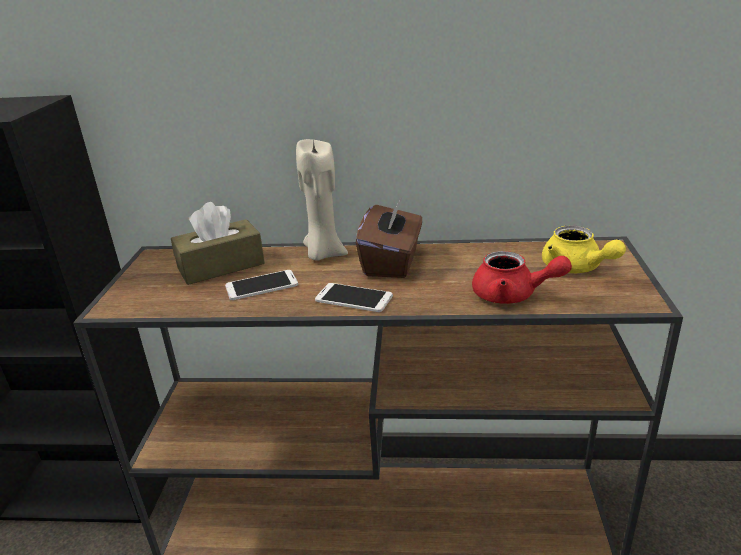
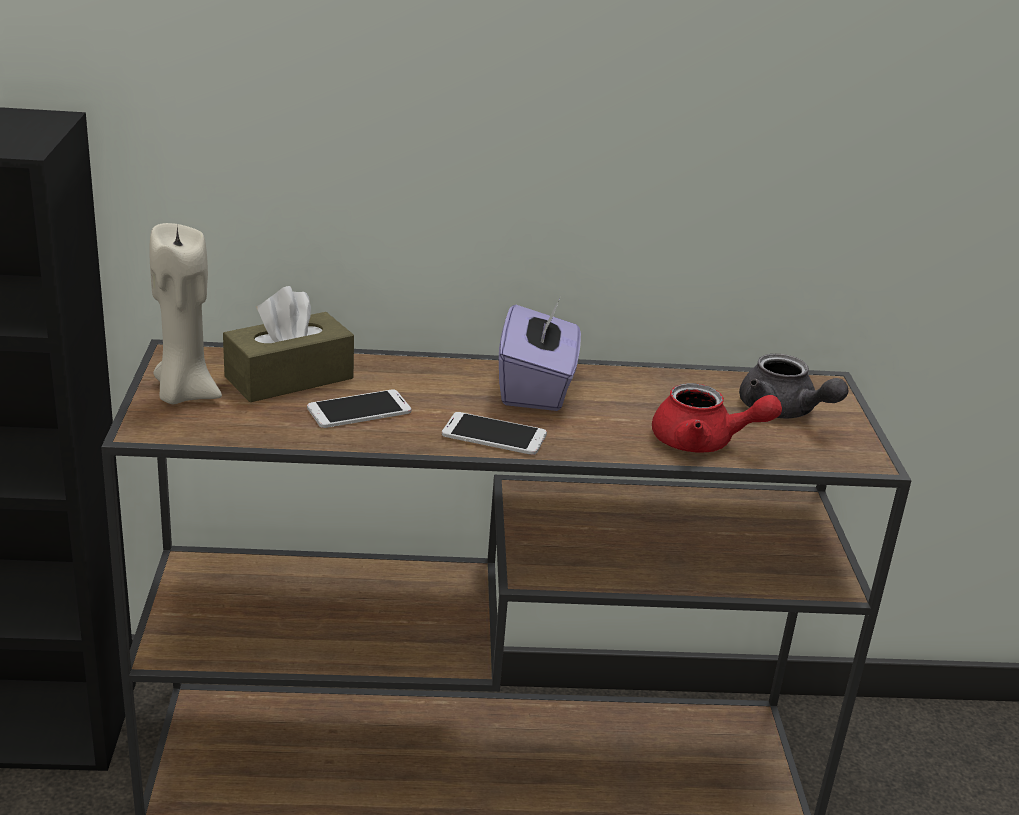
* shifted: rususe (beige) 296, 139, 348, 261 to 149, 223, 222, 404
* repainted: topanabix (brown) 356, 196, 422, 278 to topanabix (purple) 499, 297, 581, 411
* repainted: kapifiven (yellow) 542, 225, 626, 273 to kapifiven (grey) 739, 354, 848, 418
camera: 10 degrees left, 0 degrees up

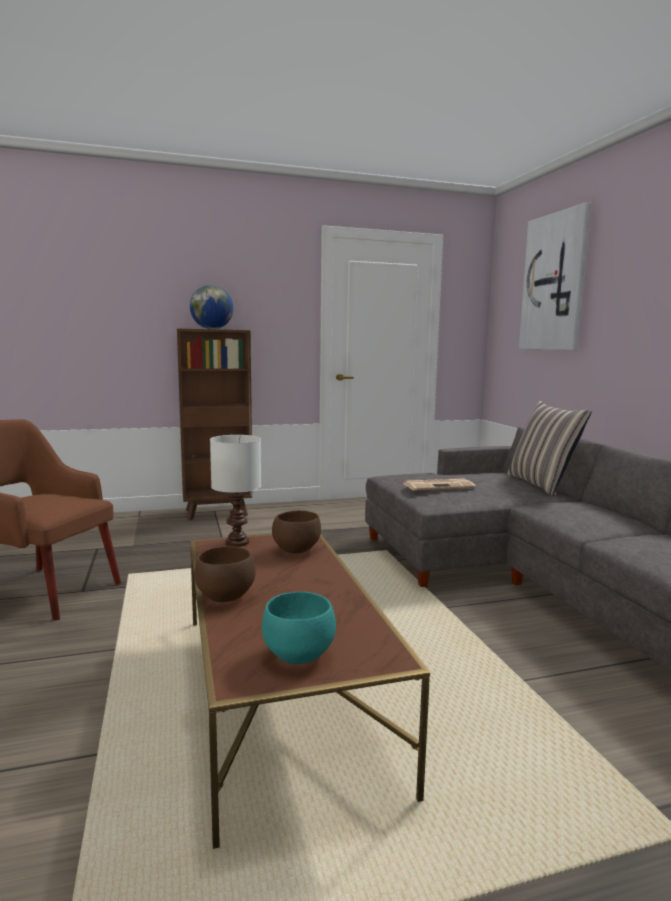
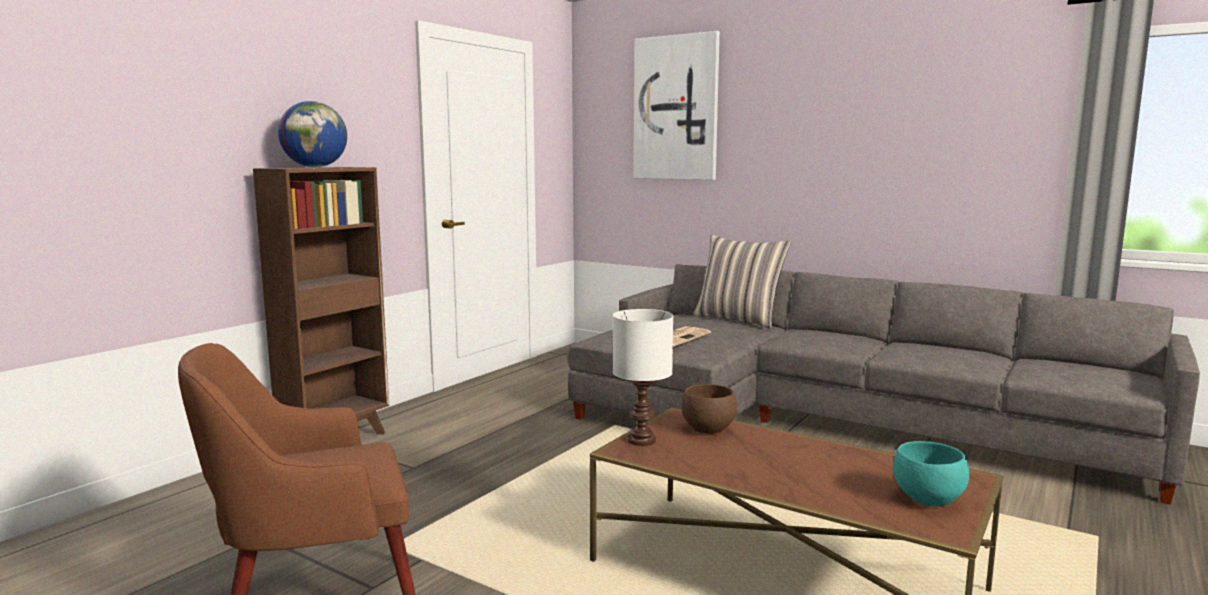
* gone: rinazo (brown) 194, 546, 256, 602
camera: 40 degrees left, 0 degrees up

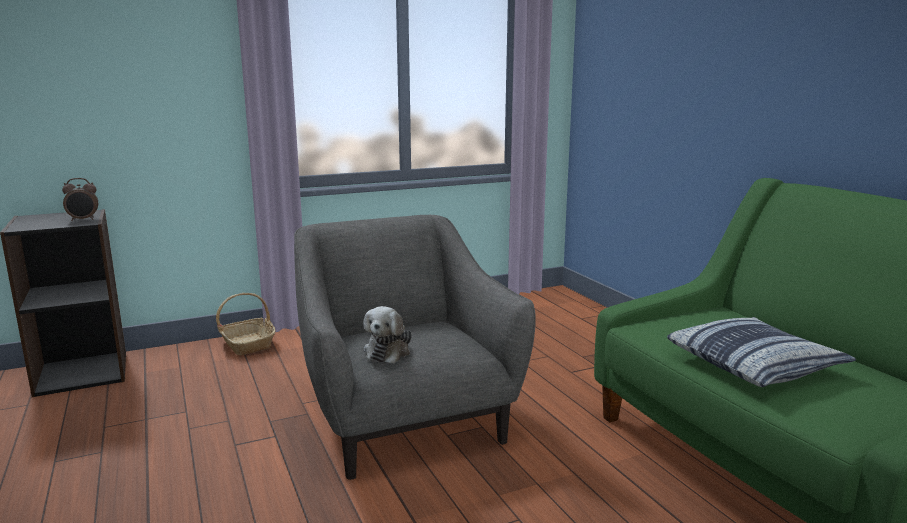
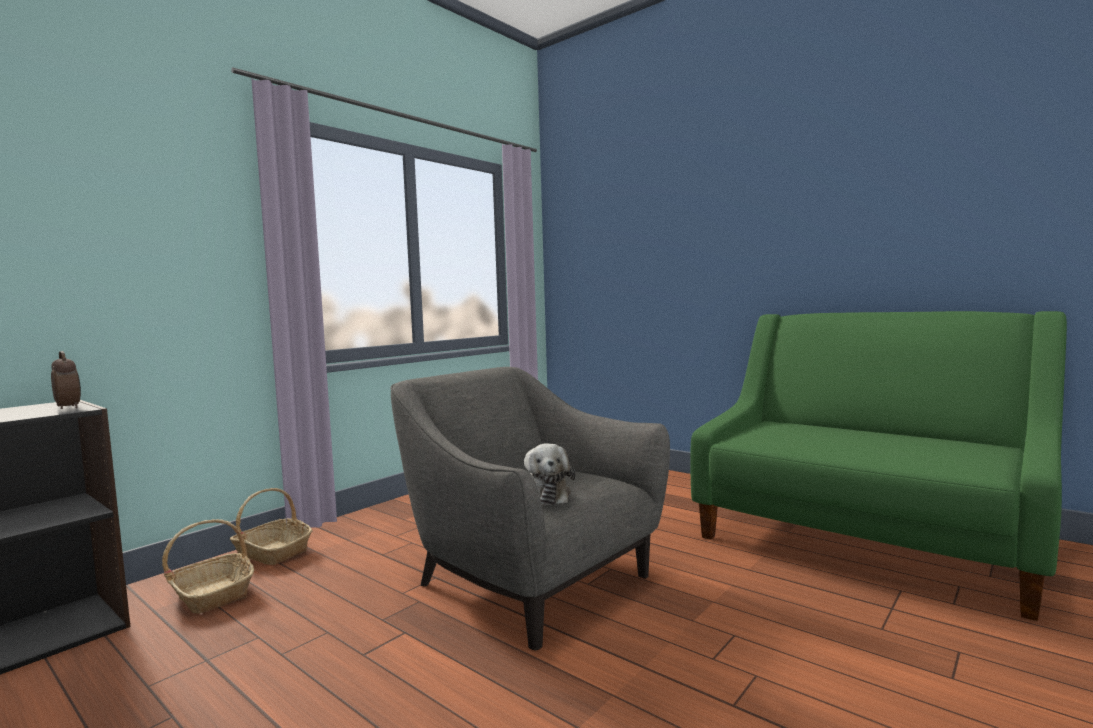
* rotated: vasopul 62, 178, 98, 221 = 51, 351, 81, 409 90 degrees counterclockwise
* new: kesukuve 162, 519, 254, 614
* gone: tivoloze 667, 317, 856, 387
camera: 25 degrees left, 10 degrees down

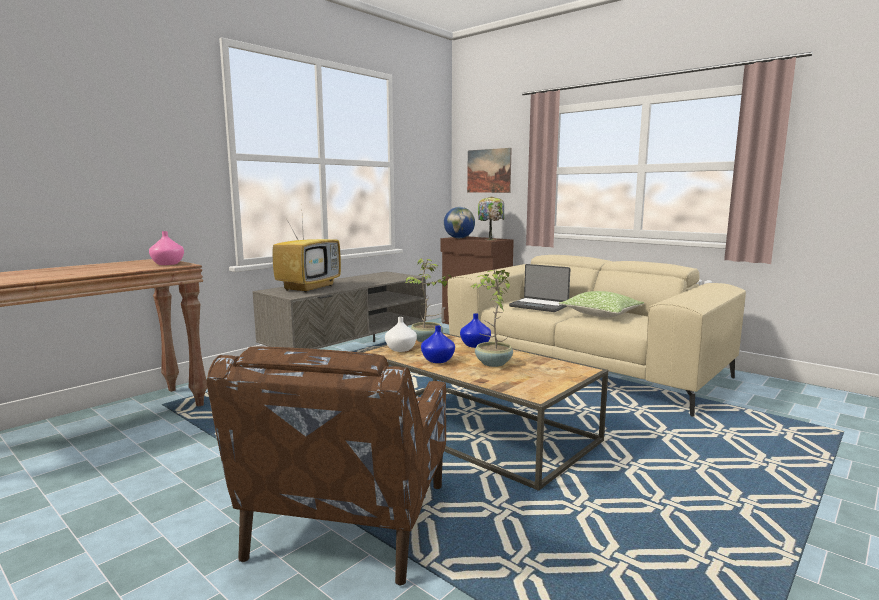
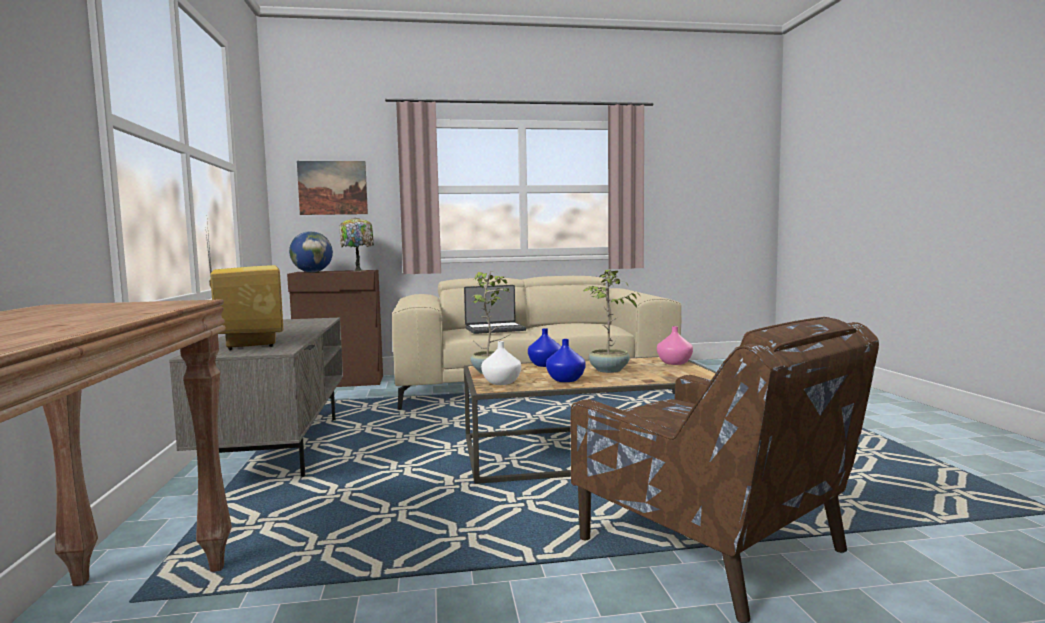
* shifted: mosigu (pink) 149, 231, 184, 265 to 657, 326, 693, 365
* gone: tivoloze 559, 291, 644, 317
camera: 50 degrees left, 5 degrees down

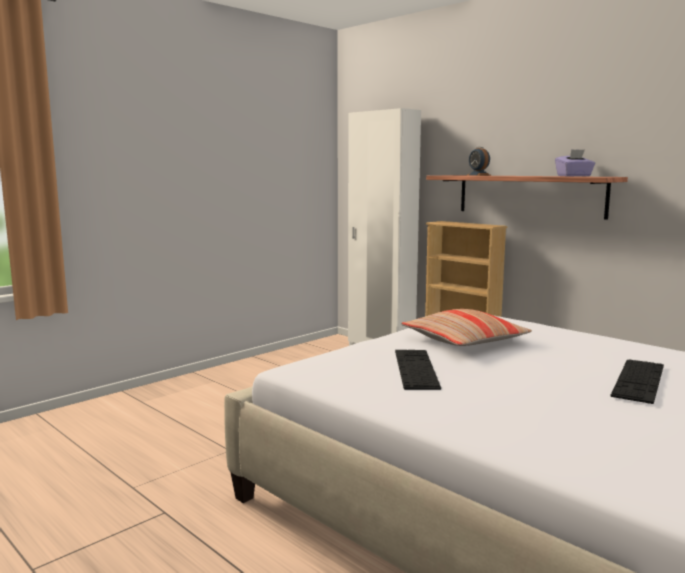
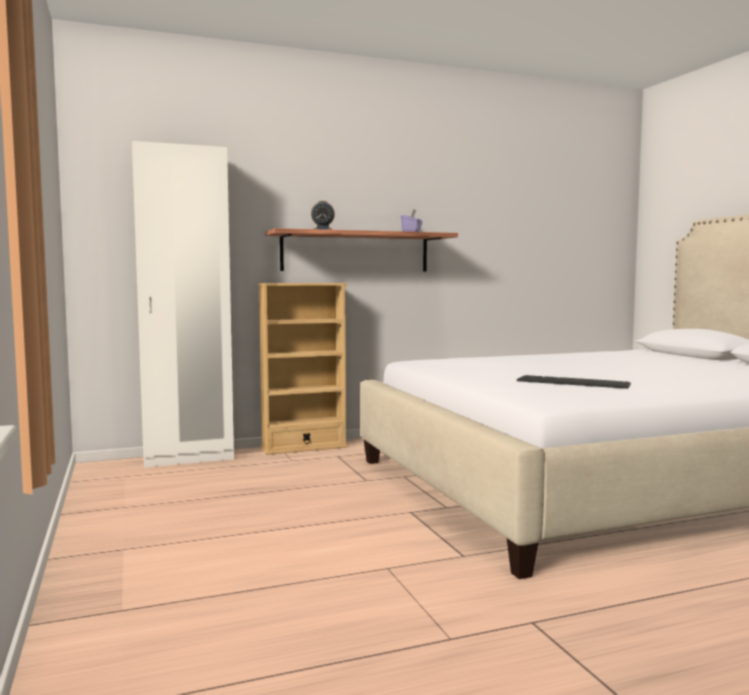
* gone: tivoloze 402, 309, 532, 346
* gone: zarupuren 611, 359, 664, 404
camera: 65 degrees left, 5 degrees down

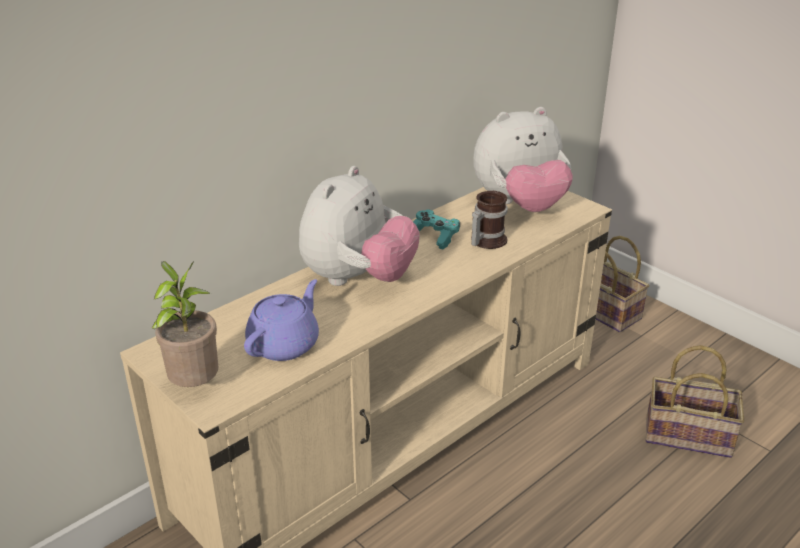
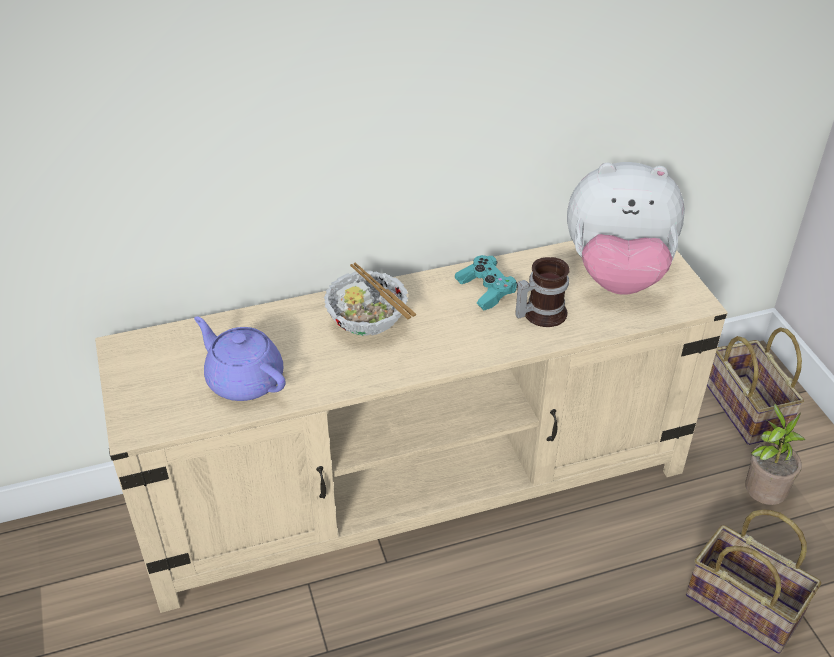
* rotated: kapifiven (purple) 244, 279, 319, 361 = 194, 316, 286, 401 105 degrees counterclockwise
* swapped: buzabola 299, 166, 420, 286 to rinazo 324, 262, 416, 336
* shifted: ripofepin 152, 261, 218, 387 to 745, 404, 805, 505
camera: 25 degrees right, 10 degrees up

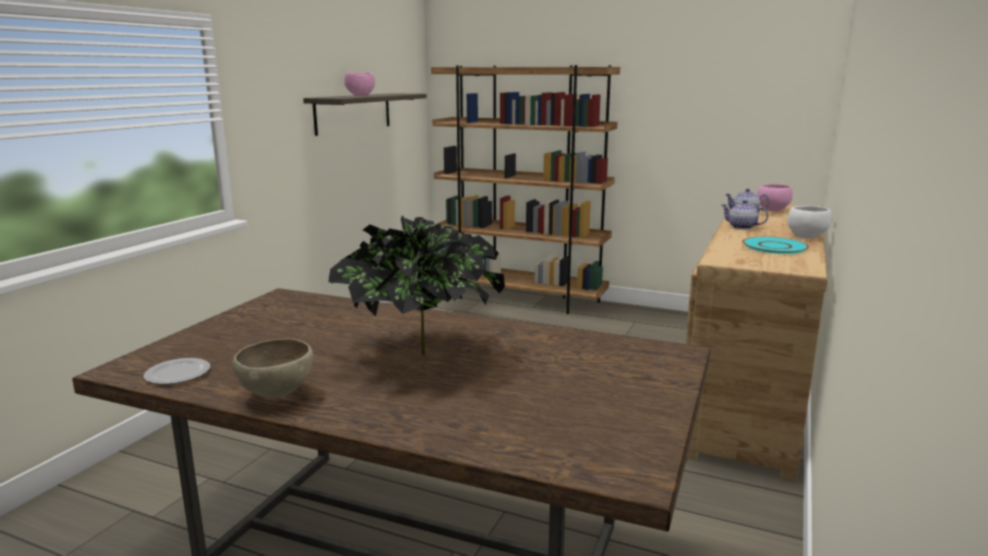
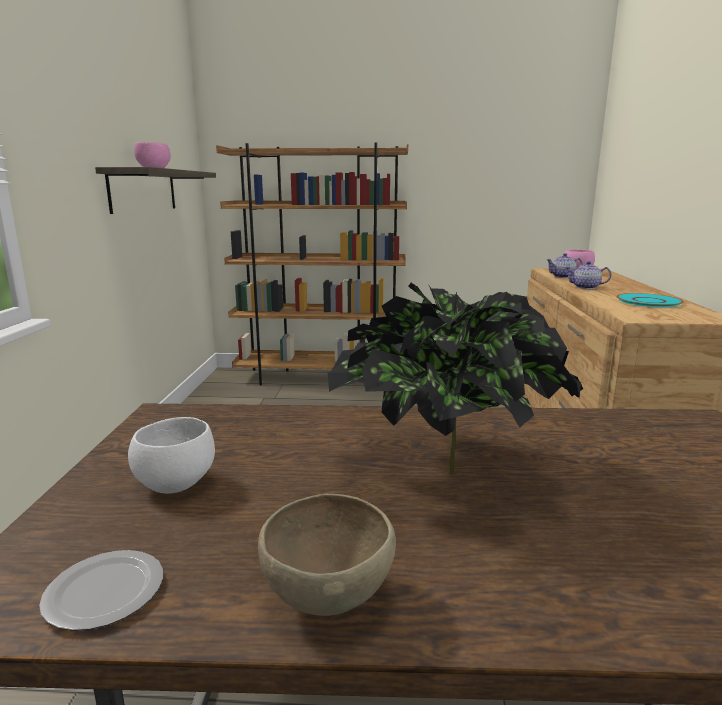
* shifted: rinazo (white) 787, 206, 831, 238 to 128, 417, 215, 494
camera: 20 degrees left, 0 degrees up

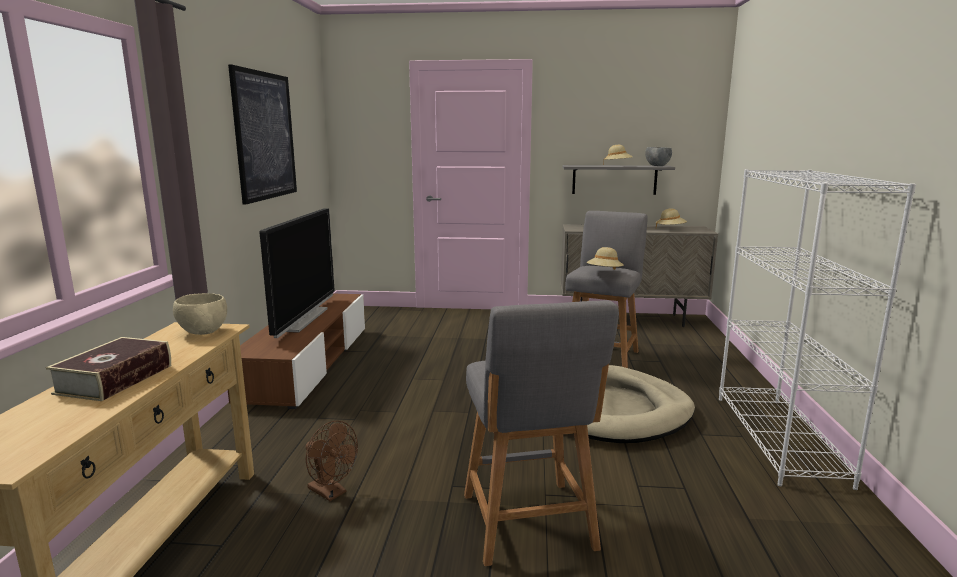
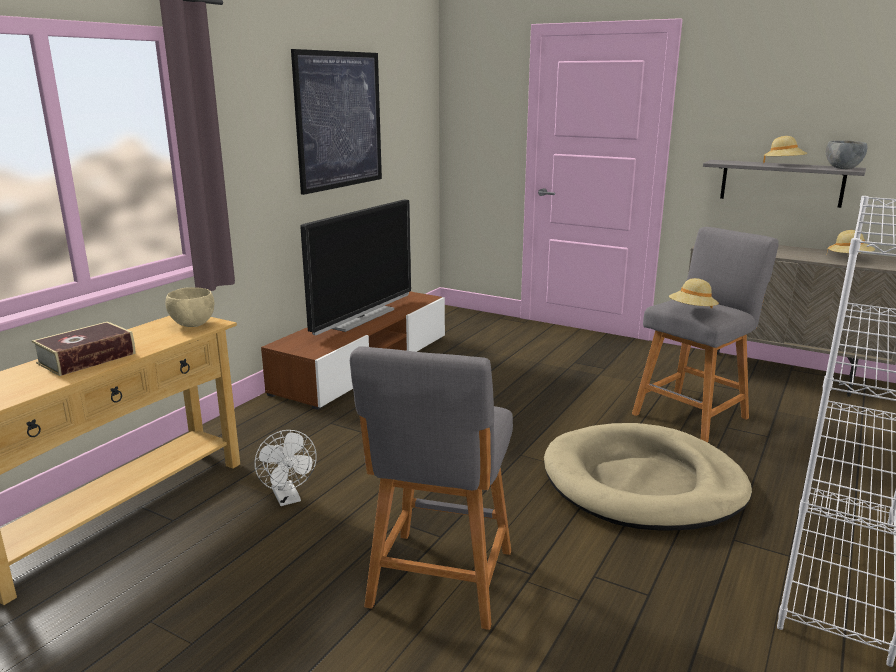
* repainted: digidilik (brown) 306, 420, 358, 501 to digidilik (white) 254, 430, 317, 506
camera: 25 degrees right, 5 degrees up

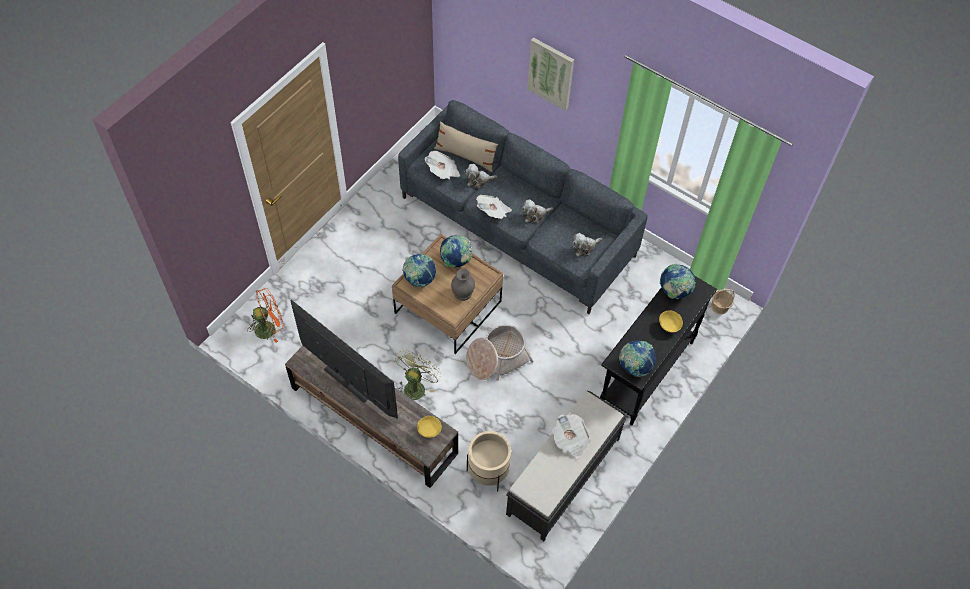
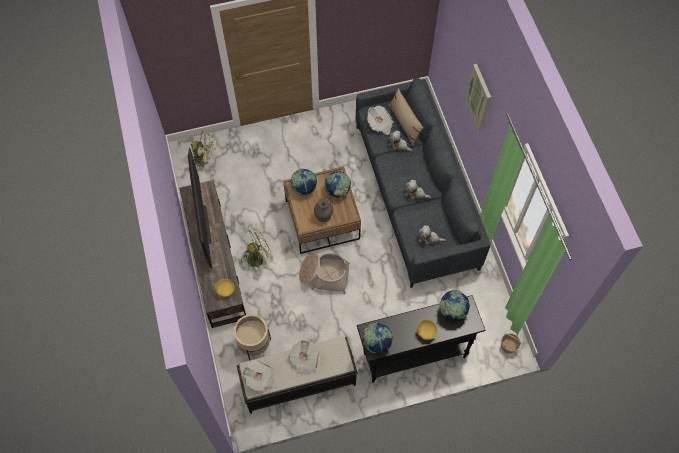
* repainted: digidilik (orange) 247, 288, 284, 343 to digidilik (green) 191, 130, 216, 172
* shifted: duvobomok 476, 195, 512, 219 to 242, 359, 276, 391
camera: 40 degrees right, 5 degrees up

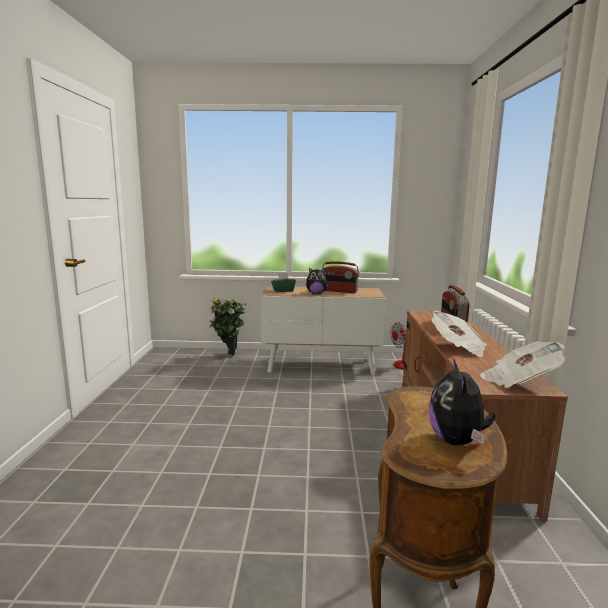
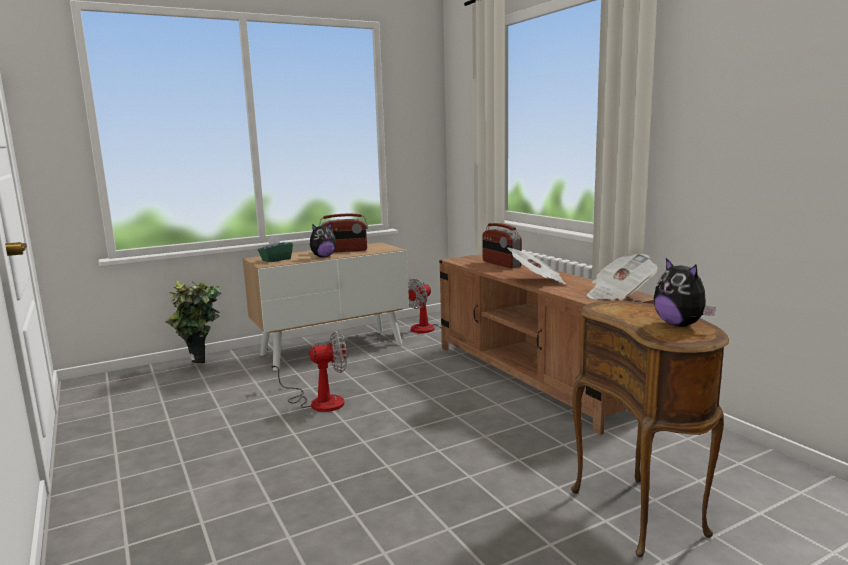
* new: digidilik 271, 332, 347, 412
camera: 30 degrees left, 0 degrees up

